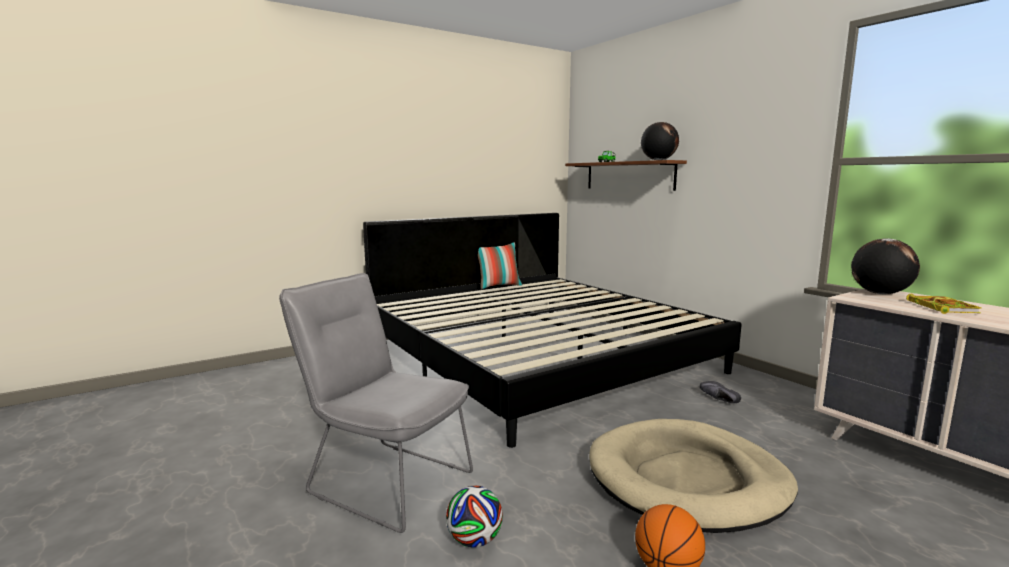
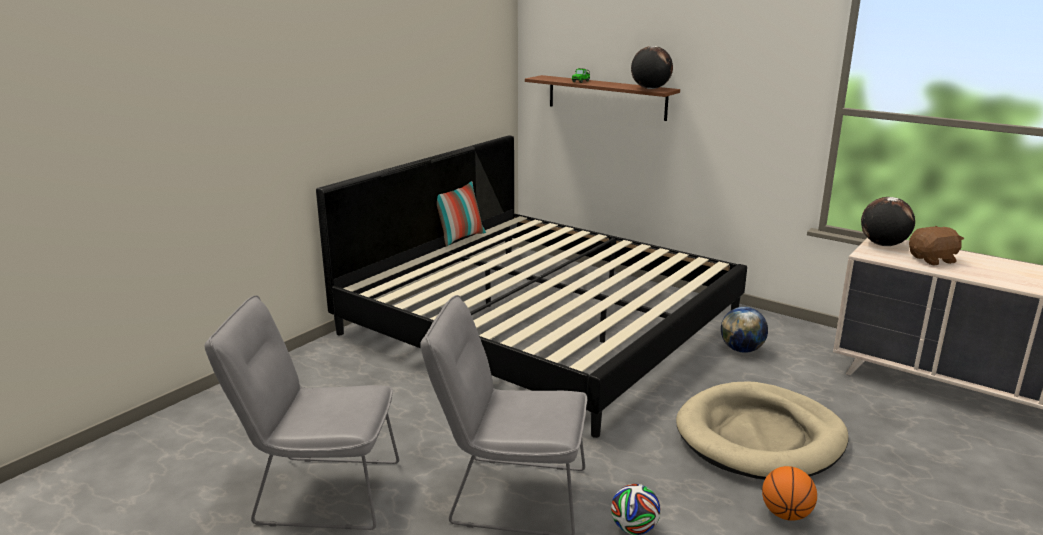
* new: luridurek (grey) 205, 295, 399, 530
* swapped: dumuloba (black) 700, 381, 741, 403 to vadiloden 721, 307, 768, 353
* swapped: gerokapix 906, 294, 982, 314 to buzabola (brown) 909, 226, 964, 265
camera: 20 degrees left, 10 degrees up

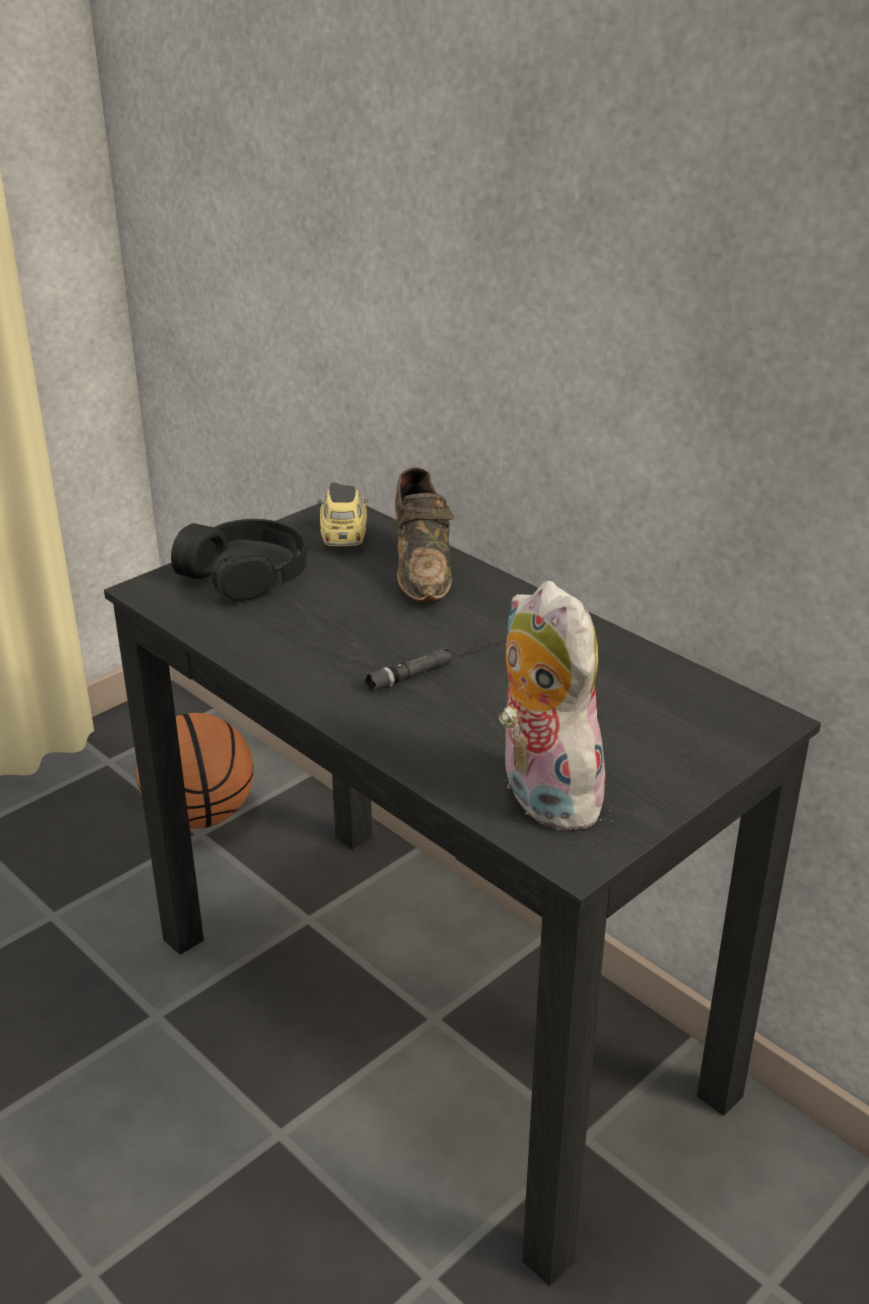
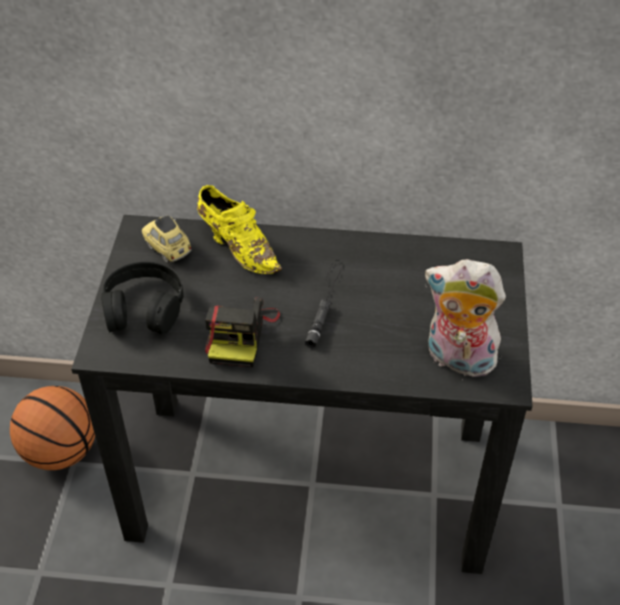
* repainted: dumuloba (brown) 395, 467, 454, 603 to dumuloba (yellow) 197, 185, 282, 274
* new: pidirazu 205, 298, 280, 367
camera: 40 degrees left, 15 degrees up

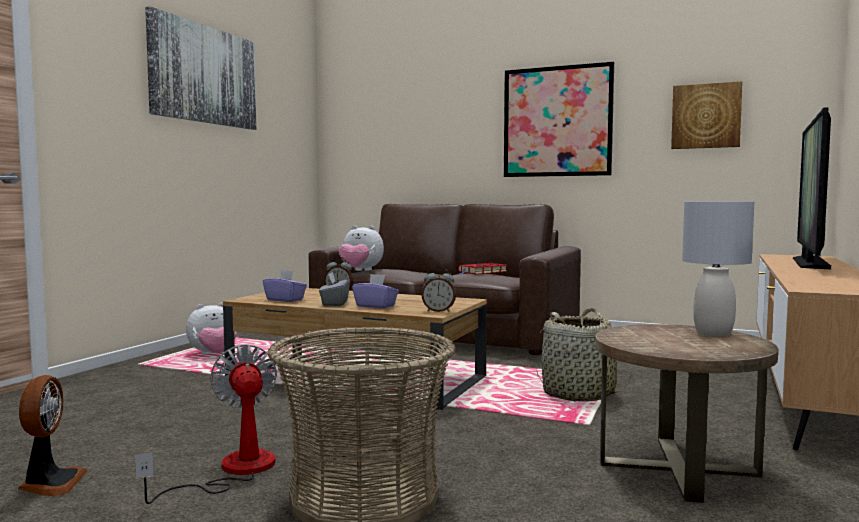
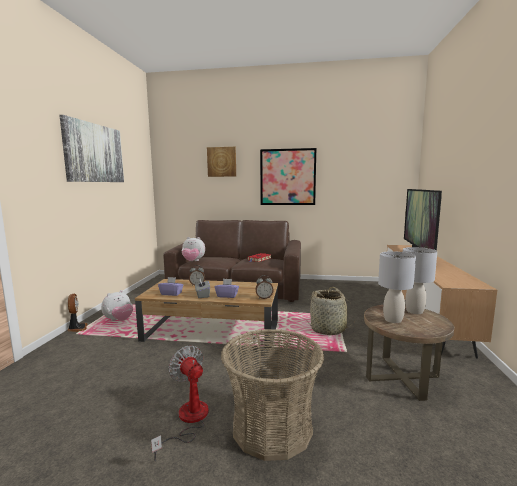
* shifted: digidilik 18, 375, 88, 496 to 67, 294, 88, 332
* shifted: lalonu 671, 81, 743, 149 to 207, 147, 236, 177
* new: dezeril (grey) 378, 251, 416, 323
camera: 15 degrees left, 5 degrees up

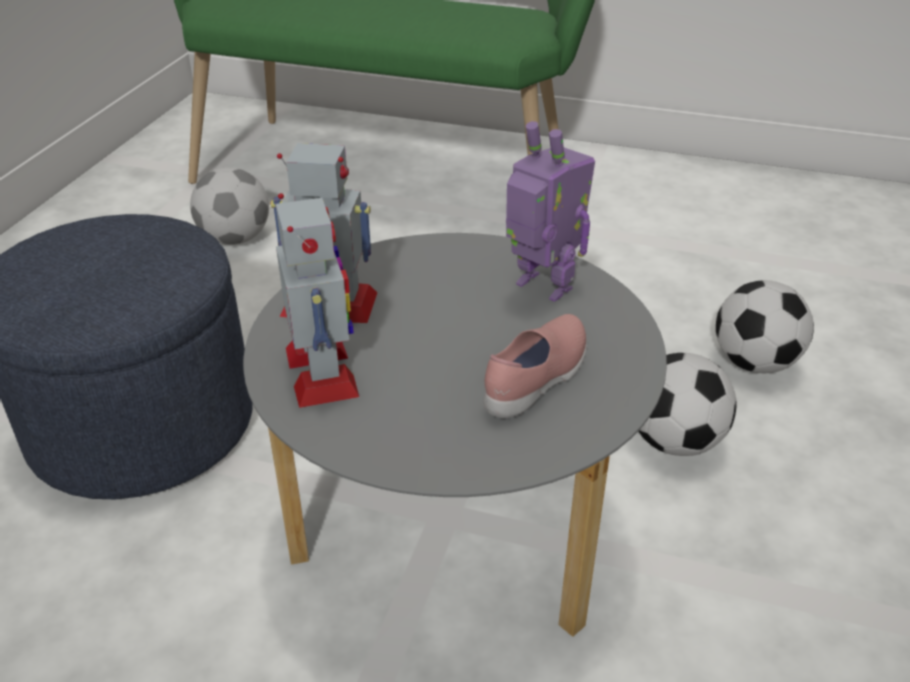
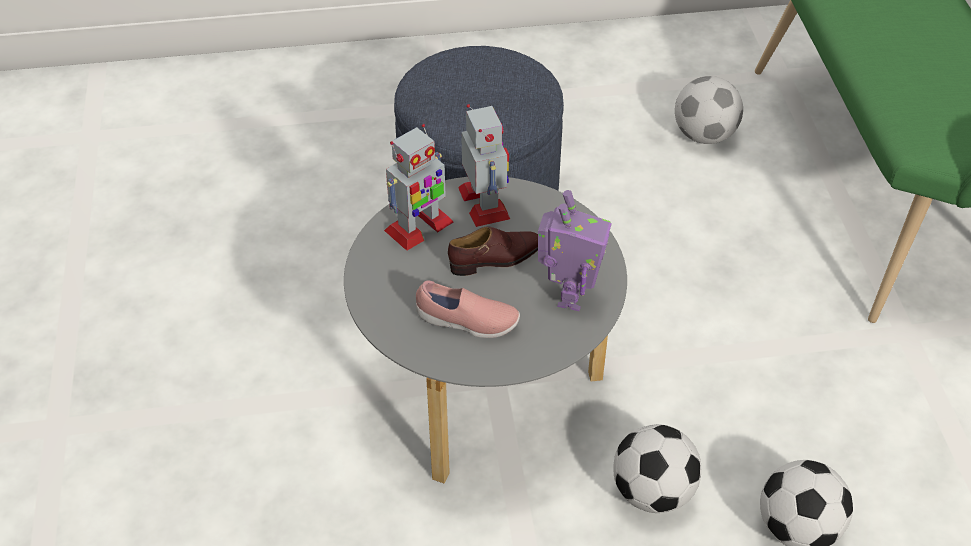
* new: dumuloba (brown) 448, 226, 538, 276
camera: 65 degrees right, 10 degrees up

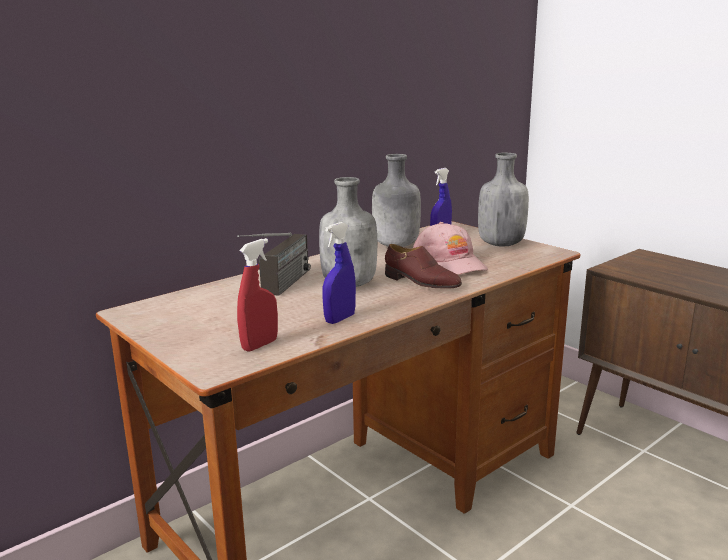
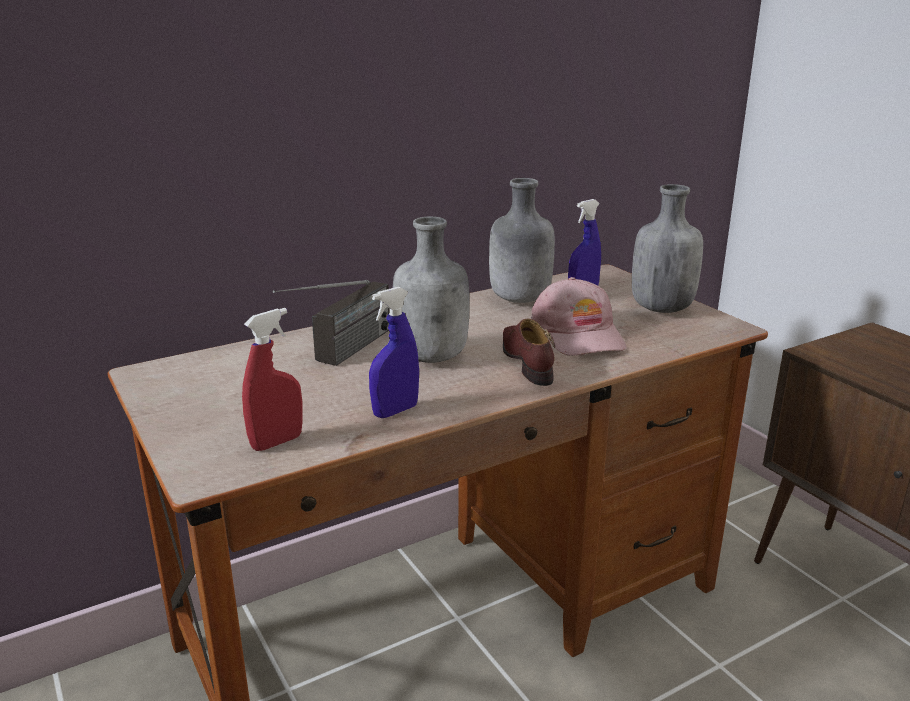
* rotated: dumuloba (brown) 385, 244, 462, 289 = 503, 318, 555, 386 150 degrees counterclockwise
camera: 10 degrees right, 5 degrees up

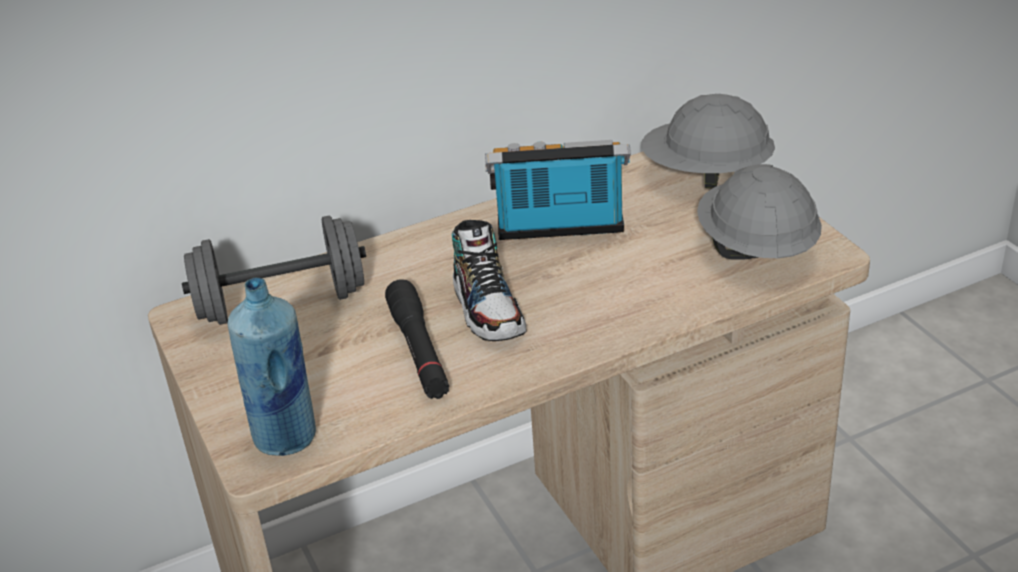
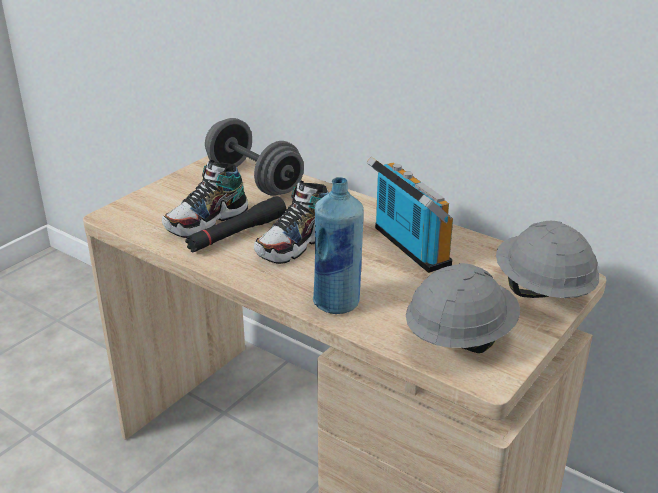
* new: dumuloba 162, 160, 248, 238
* shifted: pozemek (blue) 227, 278, 316, 456 to 313, 177, 364, 314
camera: 60 degrees right, 5 degrees down

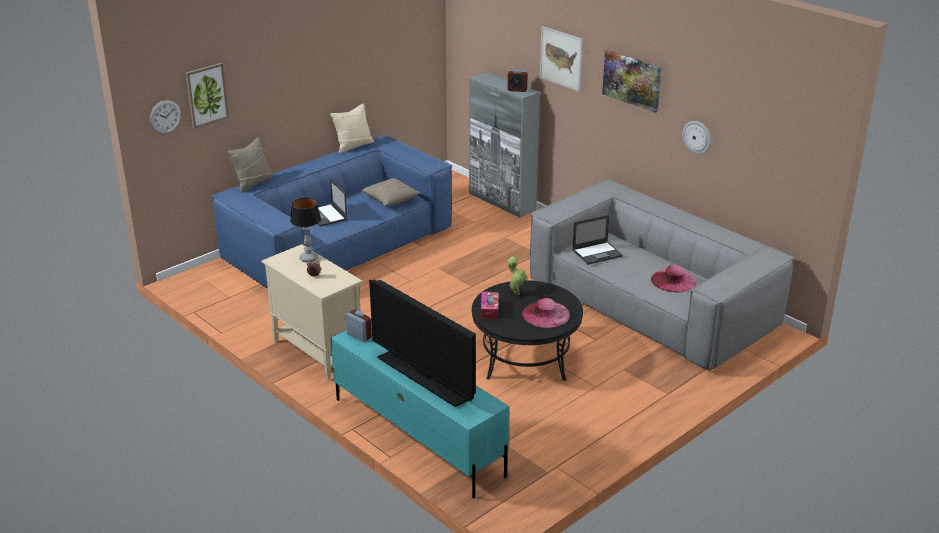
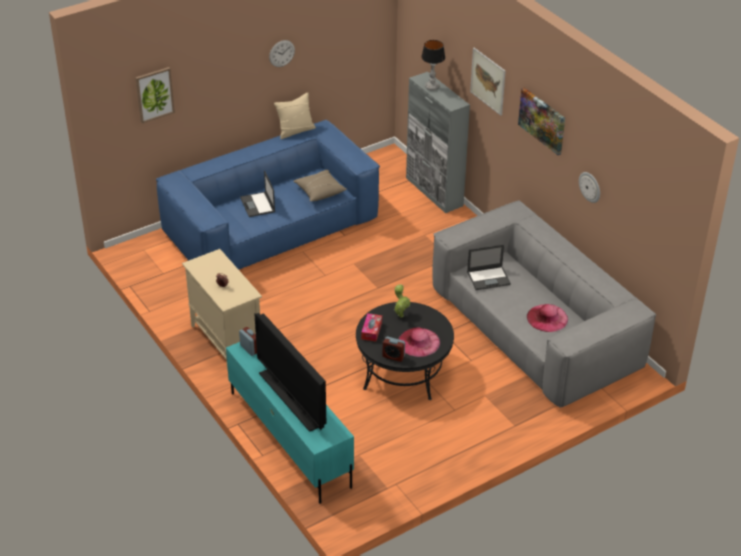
* shifted: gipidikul 150, 100, 181, 134 to 269, 40, 295, 67
* shifted: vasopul 508, 70, 528, 92 to 382, 336, 405, 362
* shifted: dezeril 290, 198, 321, 262 to 421, 40, 445, 91
* gone: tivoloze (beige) 227, 137, 274, 193
camera: 10 degrees right, 10 degrees up

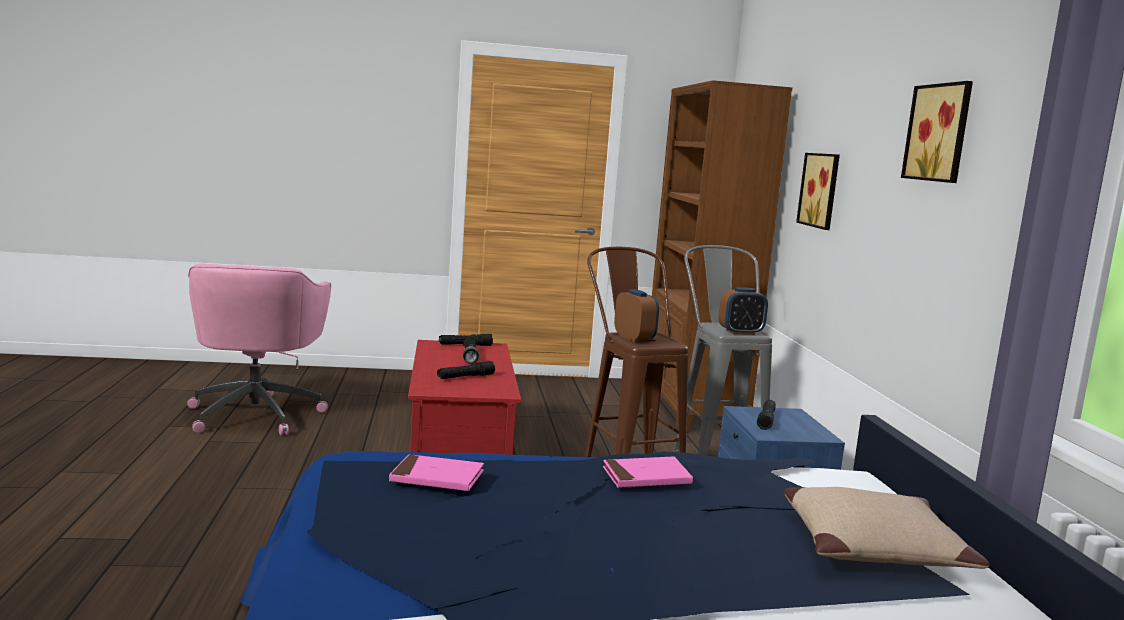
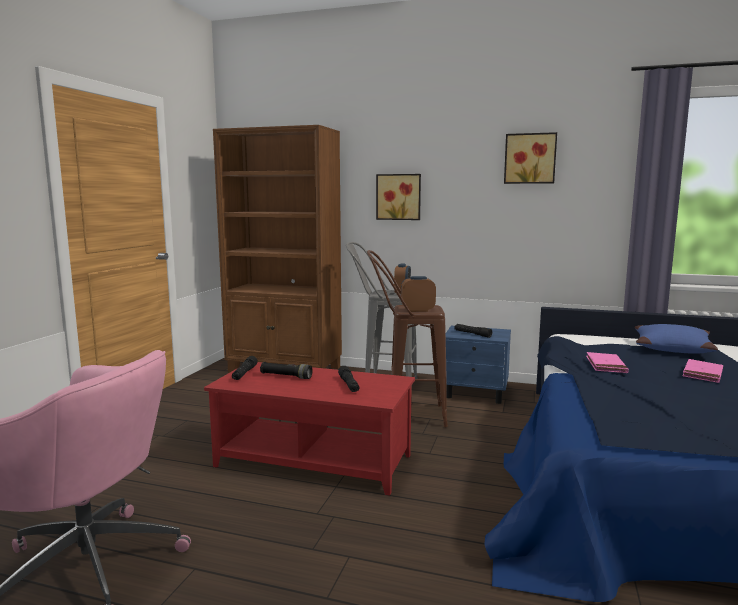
* repainted: tivoloze (beige) 784, 487, 990, 569 to tivoloze (blue) 635, 324, 718, 353
* shifted: gerokapix (pink) 389, 454, 484, 491 to 682, 359, 723, 383
camera: 65 degrees left, 0 degrees up

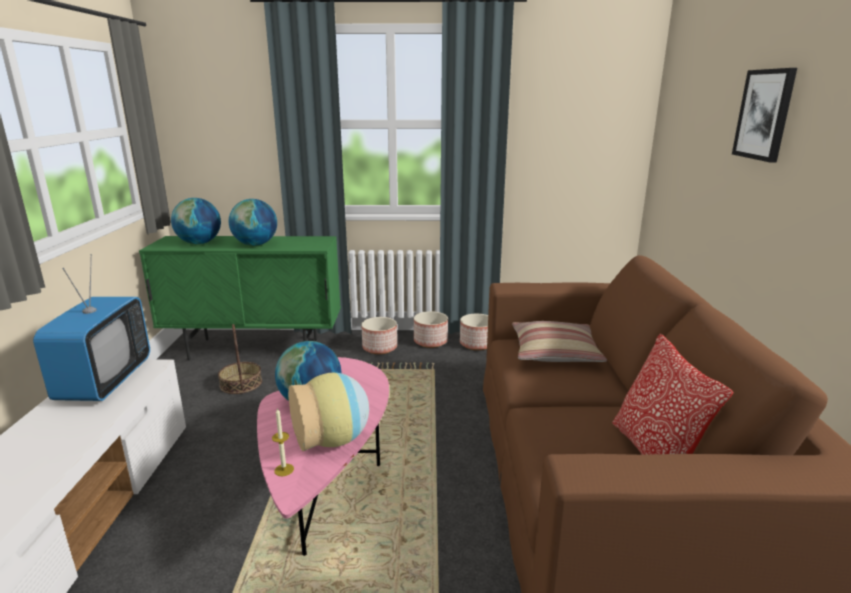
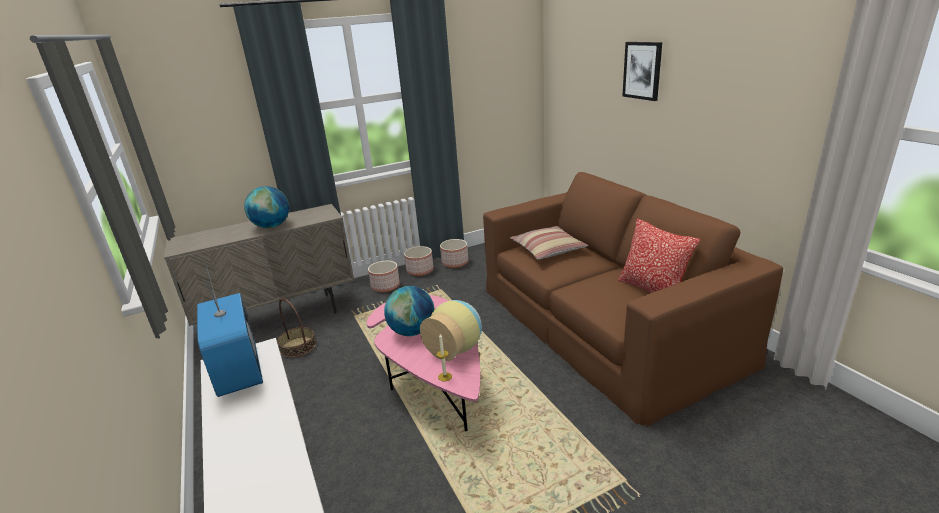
* repainted: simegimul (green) 139, 236, 341, 361 to simegimul (beige) 164, 204, 355, 326
* gone: vadiloden 171, 198, 221, 244
camera: 25 degrees left, 5 degrees up

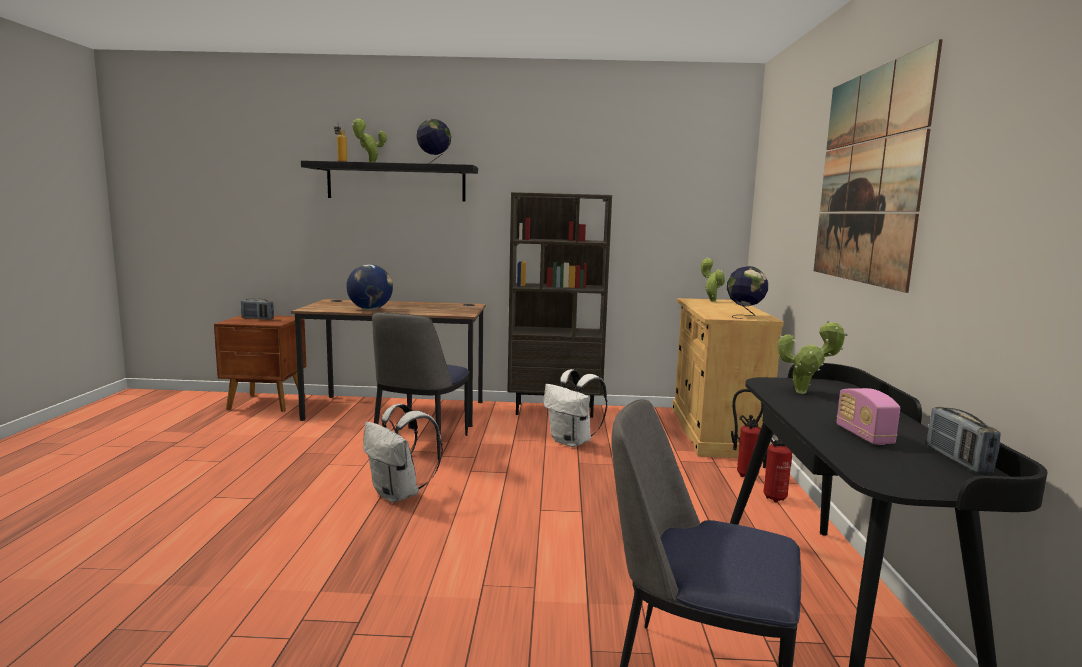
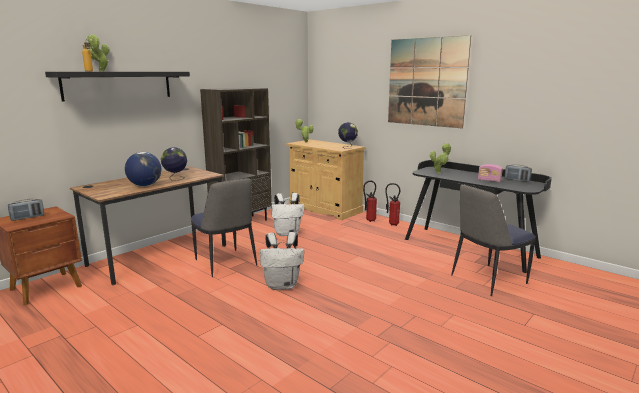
* shifted: vadiloden 416, 119, 451, 164 to 161, 147, 187, 180
camera: 50 degrees left, 5 degrees up

